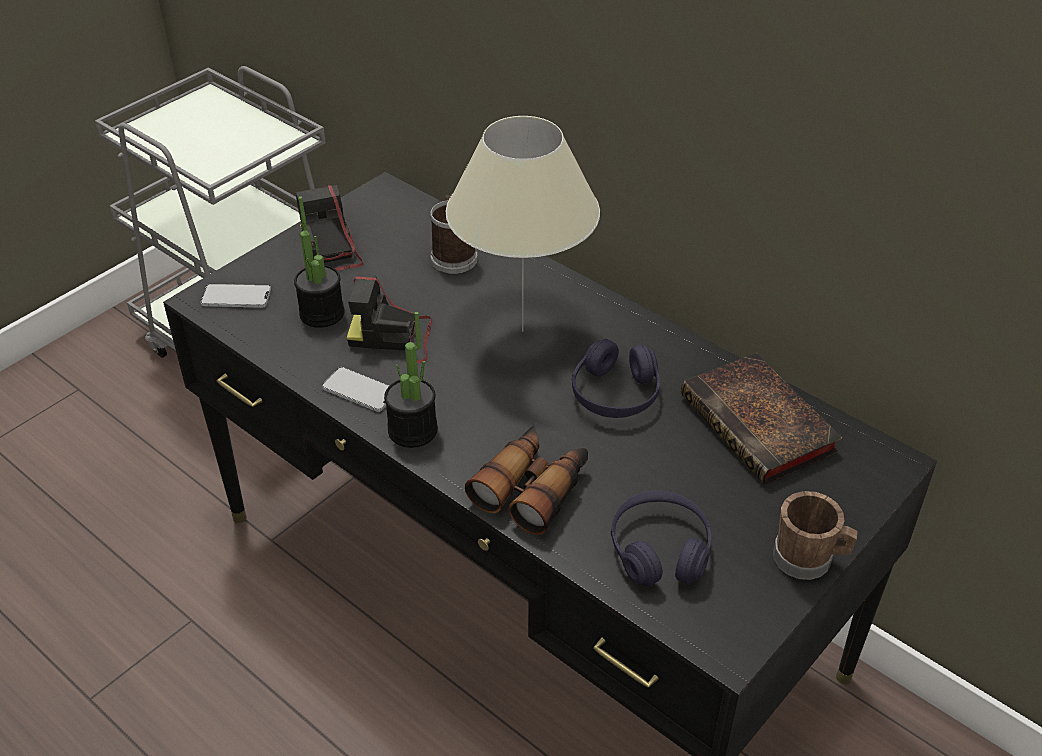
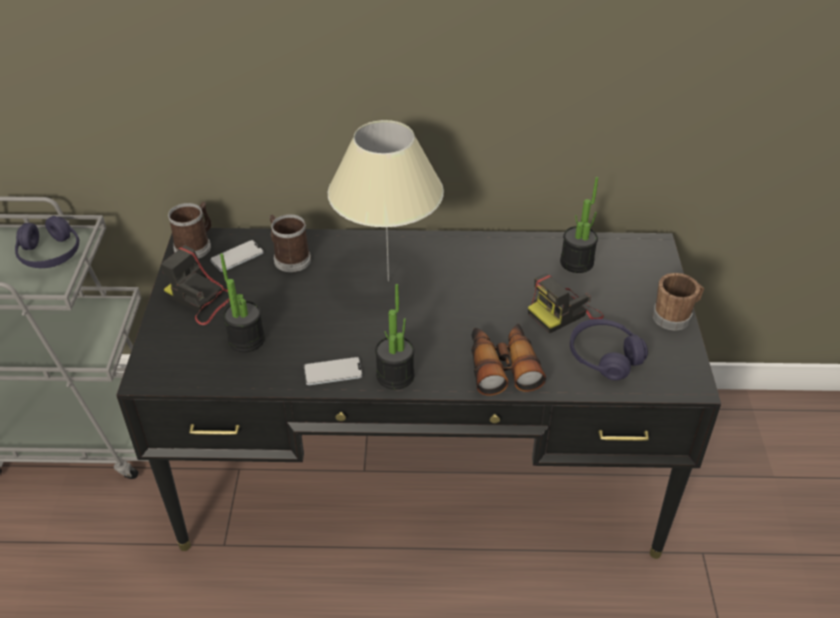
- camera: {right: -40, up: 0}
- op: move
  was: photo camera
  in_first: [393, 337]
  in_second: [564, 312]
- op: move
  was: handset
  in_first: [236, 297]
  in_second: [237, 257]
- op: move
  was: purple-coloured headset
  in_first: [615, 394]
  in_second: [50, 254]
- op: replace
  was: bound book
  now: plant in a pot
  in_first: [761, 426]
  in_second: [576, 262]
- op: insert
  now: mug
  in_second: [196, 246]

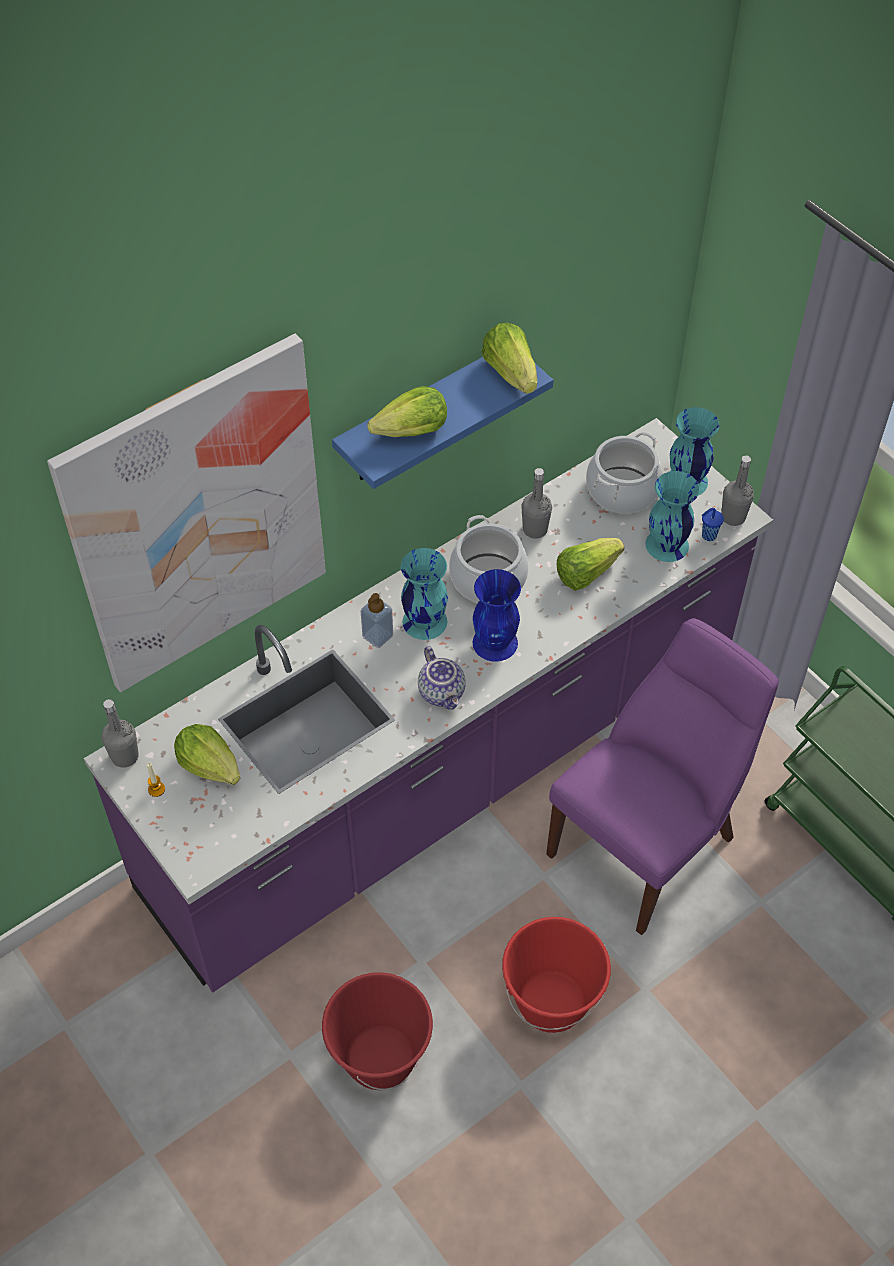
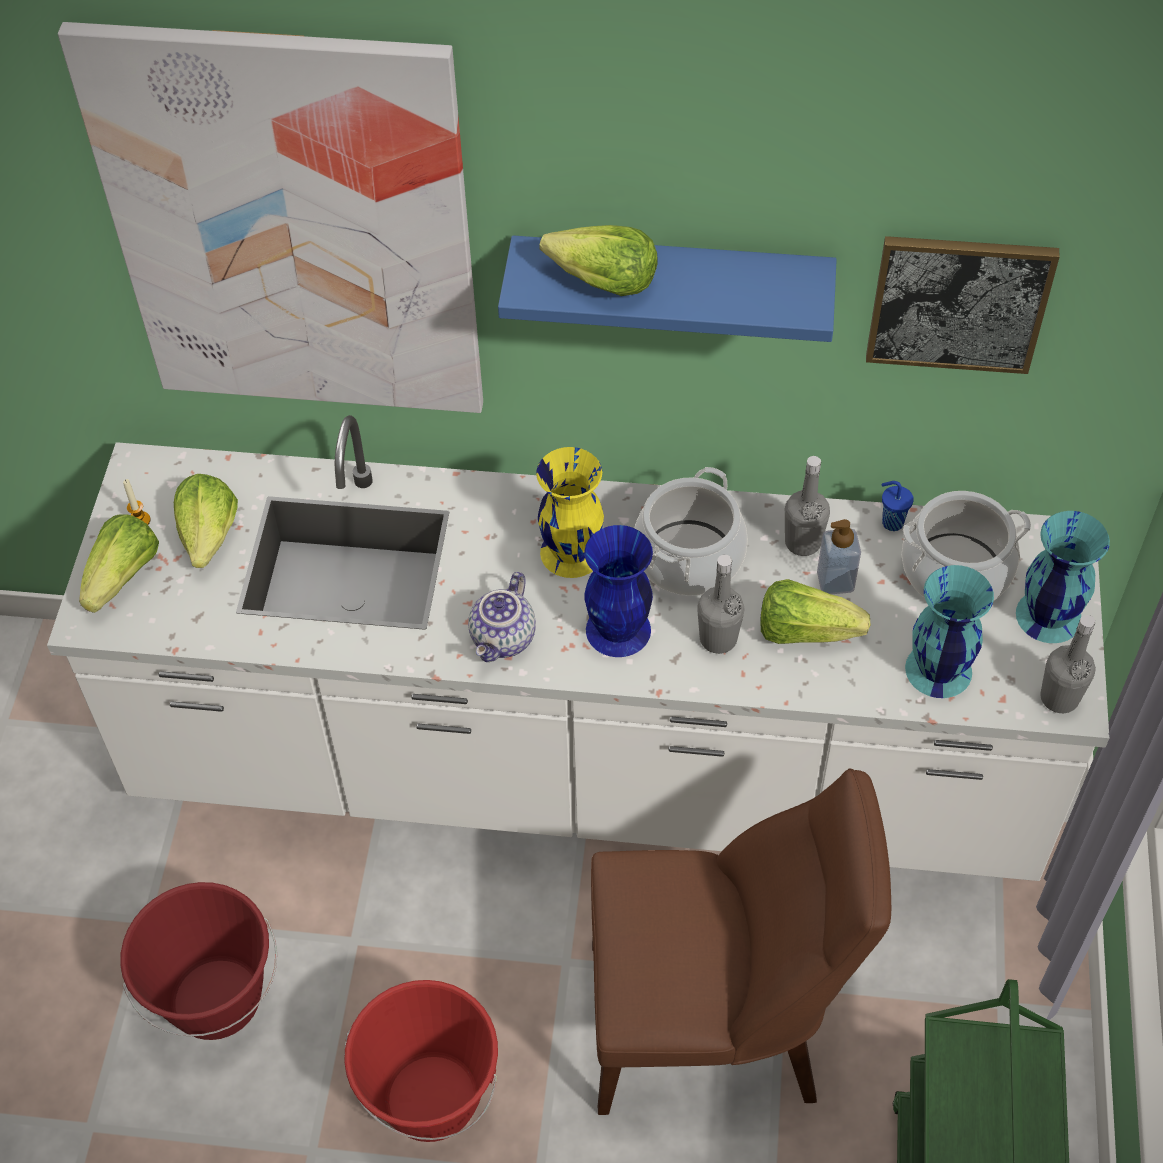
- camera: {right: 45, up: 0}
- op: move
  was: lettuce head
  in_first: [511, 373]
  in_second: [124, 577]
- op: recolor
  was: purple-coloured kitchen counter
  now: white-coloured kitchen counter
  in_first: [447, 770]
  in_second: [586, 771]
- op: move
  was: blue-coloured small cup
  in_first: [708, 536]
  in_second: [891, 522]
- op: recolor
  was: turquoise-coloured flower vase
  now: yellowish flower vase
  in_first: [424, 620]
  in_second: [572, 551]
- op: move
  was: soap dispenser
  in_first: [377, 636]
  in_second: [835, 581]
- op: recolor
  was: purple-coloured plain chair
  now: brown-coloured plain chair
  in_first: [648, 841]
  in_second: [715, 1023]
- op: move
  was: gray bottle
  in_first: [125, 756]
  in_second: [718, 639]
- op: insert
  now: wall picture
  in_second: [958, 302]

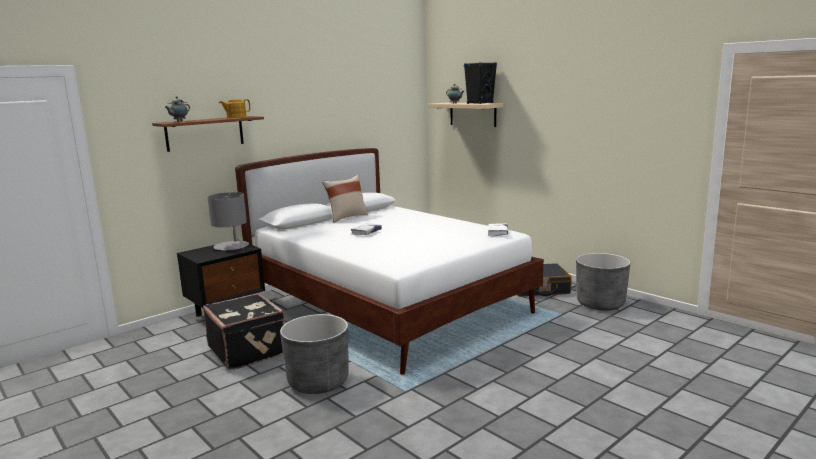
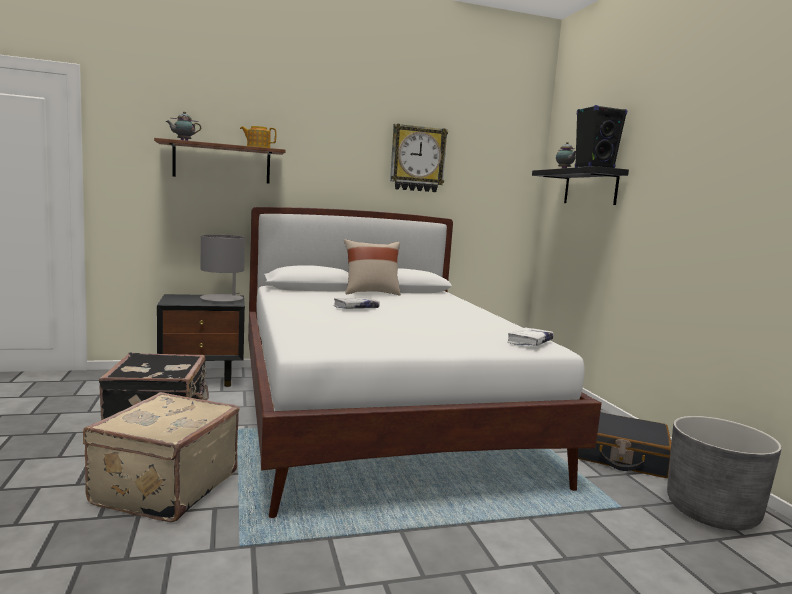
- camera: {right: 25, up: -5}
- op: recolor
  was: sand-coloured shelf
  now: black shelf
  in_first: [472, 114]
  in_second: [590, 187]
- op: replace
  was: gray flower pot
  now: sand-coloured travel case
  in_first: [318, 382]
  in_second: [163, 488]
- op: insert
  now: clock on the wall
  in_second: [417, 159]

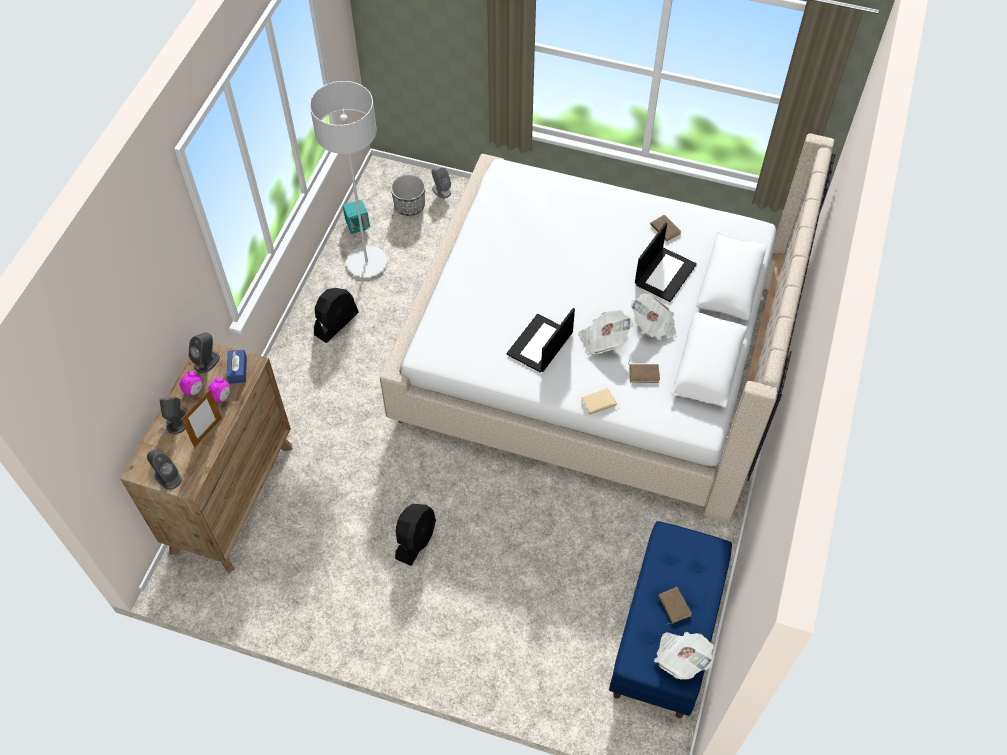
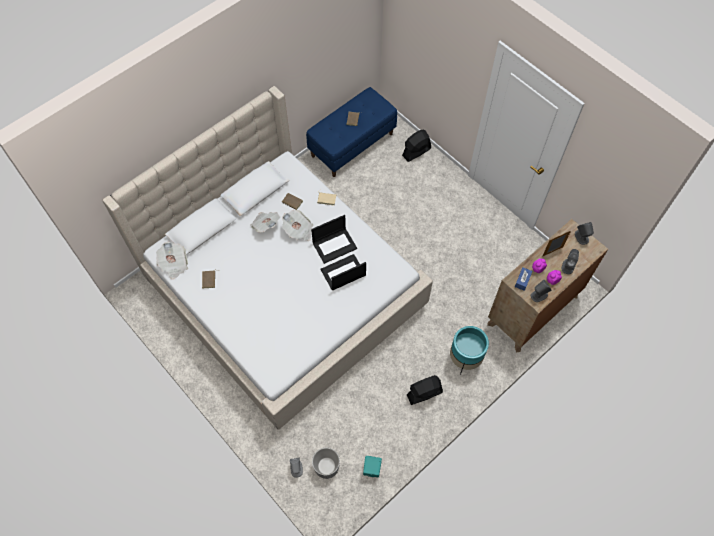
- camera: {right: -150, up: 5}
- op: delete
  was: gray standing lamp
  in_first: [366, 263]
- op: move
  was: notebook computer
  in_first: [665, 273]
  in_second: [343, 273]
- op: move
  was: black cooling fan
  in_first: [416, 539]
  in_second: [416, 152]
- op: move
  was: printed paper
  in_first: [681, 658]
  in_second: [174, 264]
- op: insert
  now: turquoise-coloured flower pot
  in_second: [465, 359]

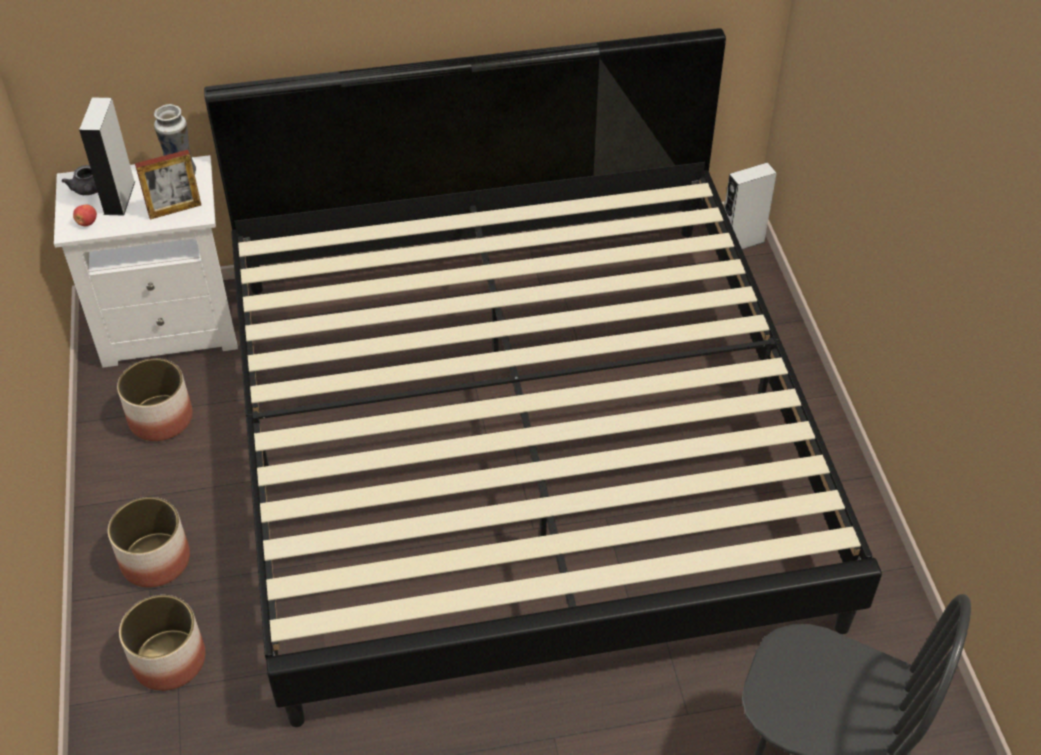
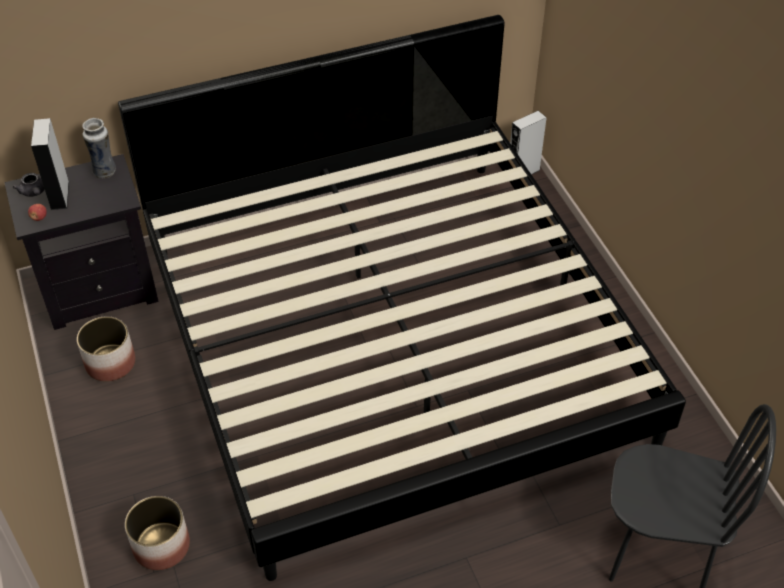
- camera: {right: -10, up: 0}
- op: delete
  was: picture frame
  in_first: [175, 210]
- op: recolor
  was: white-coloured bedside table
  now: black bedside table
  in_first: [170, 325]
  in_second: [101, 290]
- op: delete
  was: flower pot
  in_first: [155, 559]

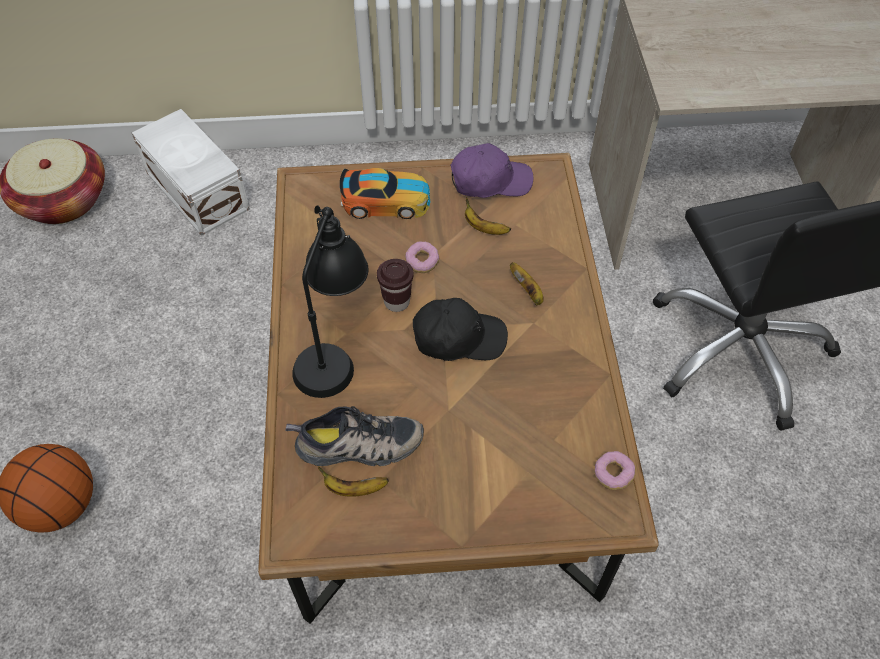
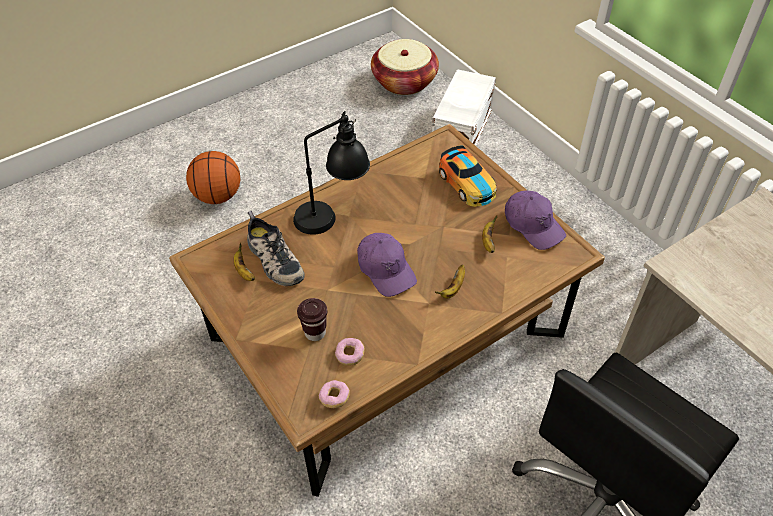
- camera: {right: 60, up: -5}
- op: move
  was: doughnut
  in_first: [422, 262]
  in_second: [350, 355]
- op: move
  was: brown-coloured small cup
  in_first: [397, 302]
  in_second: [315, 333]
- op: recolor
  was: black baseball cap
  now: purple-coloured baseball cap
  in_first: [458, 338]
  in_second: [386, 269]

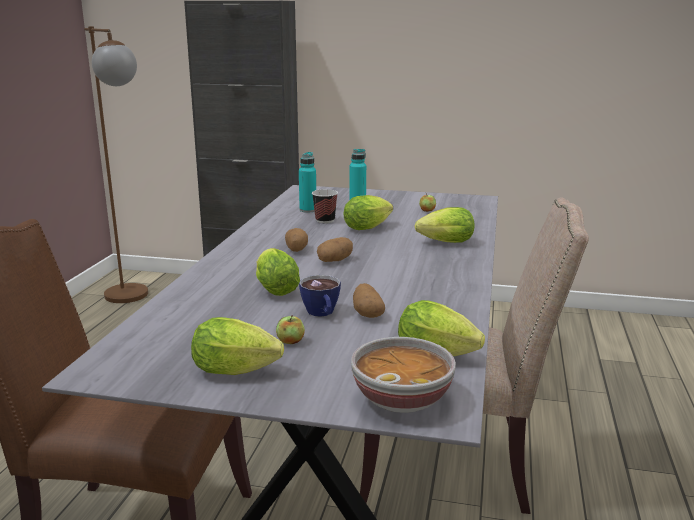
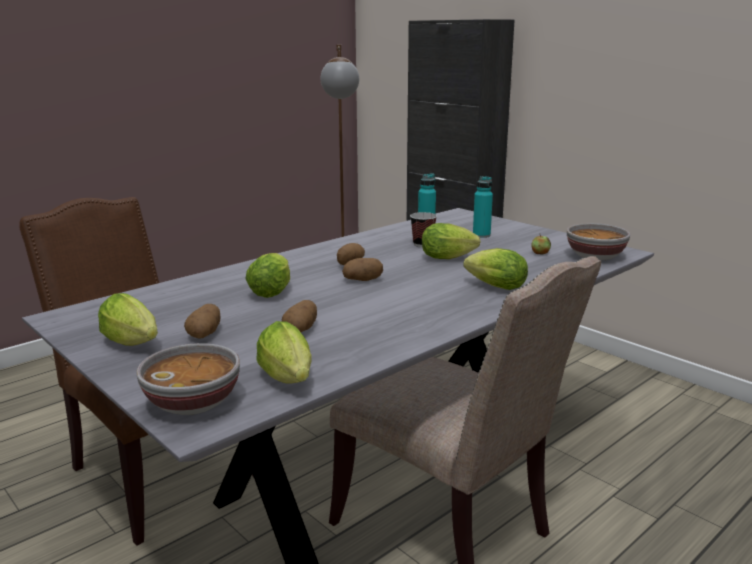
- camera: {right: 35, up: 0}
- op: delete
  was: small cup
  in_first: [322, 314]
- op: replace
  was: apple
  now: potato
  in_first: [290, 341]
  in_second: [205, 334]
- op: insert
  now: bowl
  in_second: [595, 256]

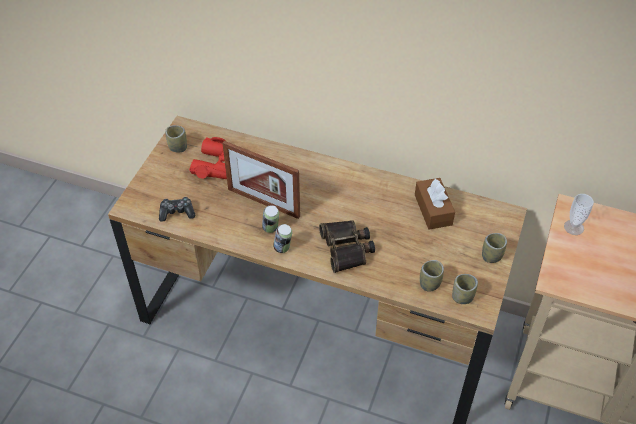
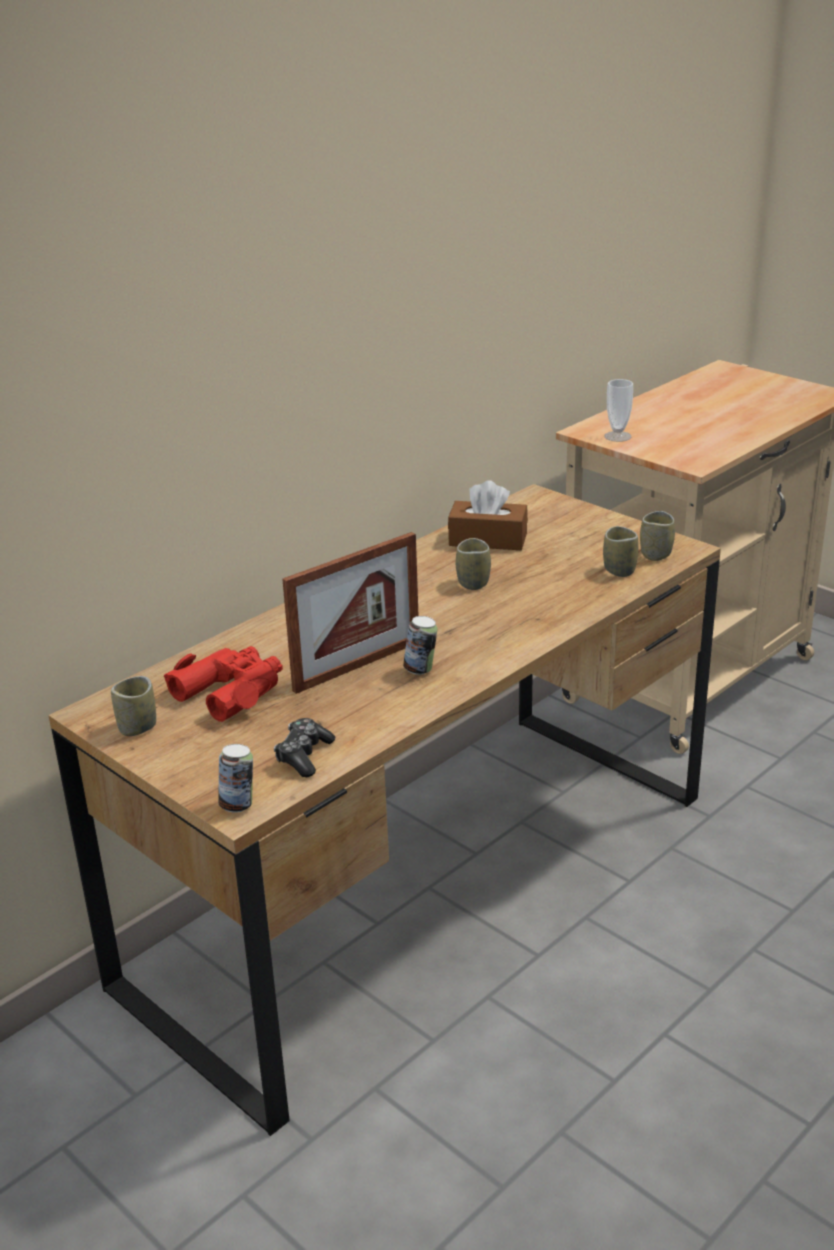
- camera: {right: -65, up: -20}
- op: delete
  was: field glasses
  in_first: [347, 248]
- op: move
  was: can
  in_first: [283, 248]
  in_second: [238, 805]
- op: move
  was: small cup
  in_first: [491, 256]
  in_second: [473, 583]

